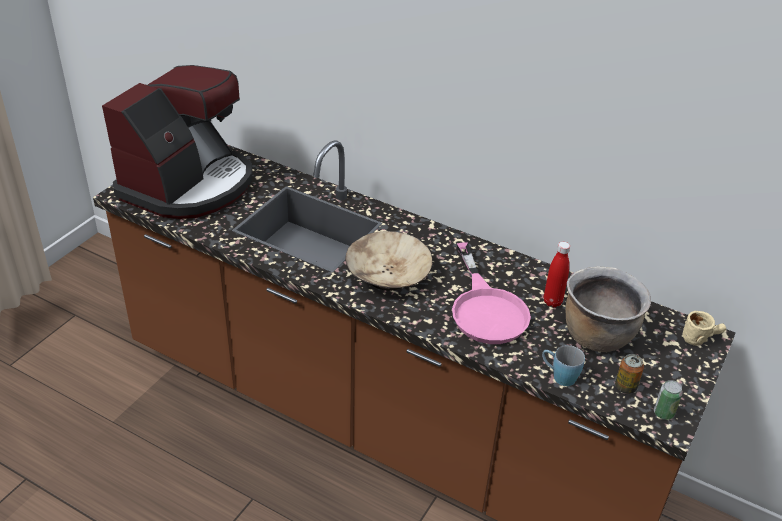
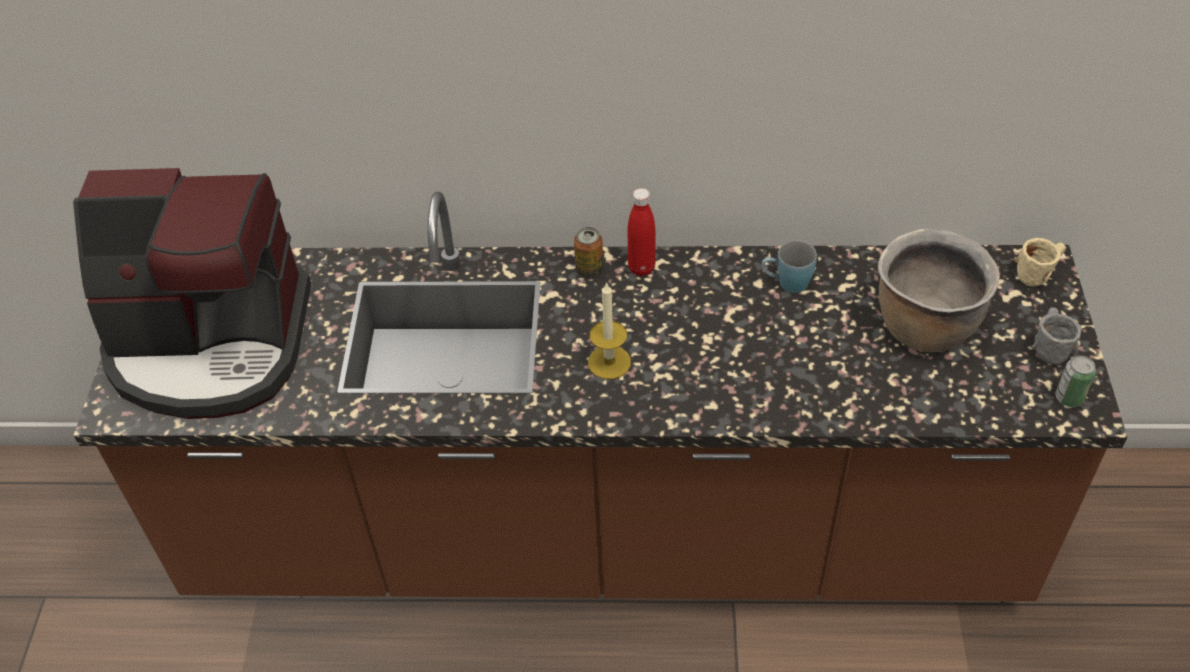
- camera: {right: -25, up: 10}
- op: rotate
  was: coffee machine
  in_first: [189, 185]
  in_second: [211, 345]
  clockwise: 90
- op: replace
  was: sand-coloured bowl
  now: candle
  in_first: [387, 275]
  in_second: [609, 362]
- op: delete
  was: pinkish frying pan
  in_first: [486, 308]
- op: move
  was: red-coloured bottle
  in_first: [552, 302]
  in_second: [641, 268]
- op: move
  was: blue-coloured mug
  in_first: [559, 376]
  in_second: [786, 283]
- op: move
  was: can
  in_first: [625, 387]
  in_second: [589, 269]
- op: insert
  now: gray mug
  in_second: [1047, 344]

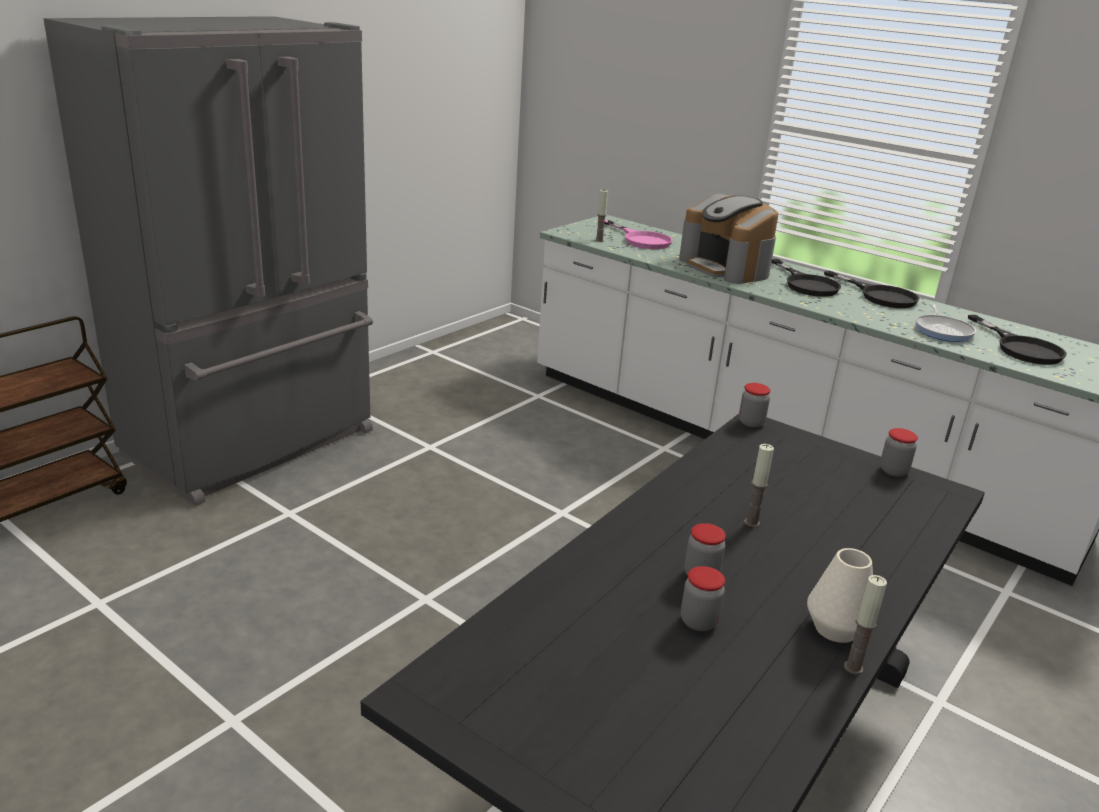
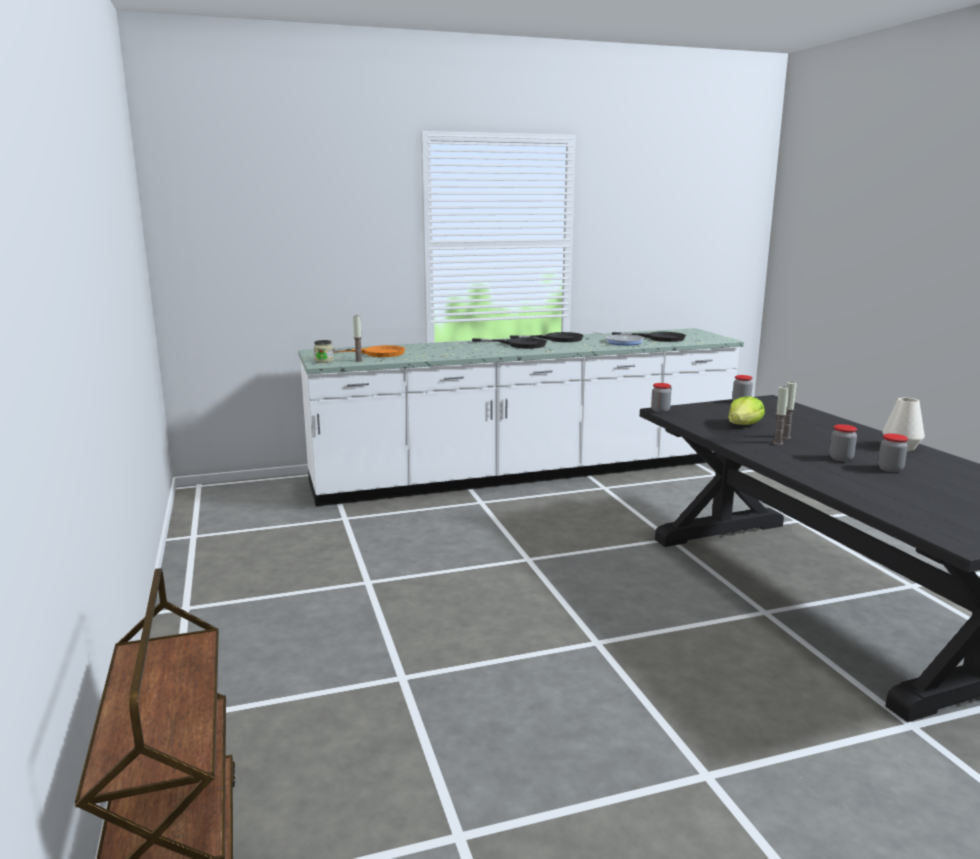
- camera: {right: -55, up: -10}
- op: delete
  was: gray refrigerator
  in_first: [255, 444]
- op: delete
  was: coffee machine
  in_first: [726, 268]
- op: recolor
  was: pinkish frying pan
  now: orange-coloured frying pan
  in_first: [641, 240]
  in_second: [376, 353]
- op: move
  was: candle
  in_first: [853, 667]
  in_second: [777, 443]
- op: insert
  now: storage jar
  in_second: [324, 361]
- op: insert
  now: lettuce head
  in_second: [743, 425]

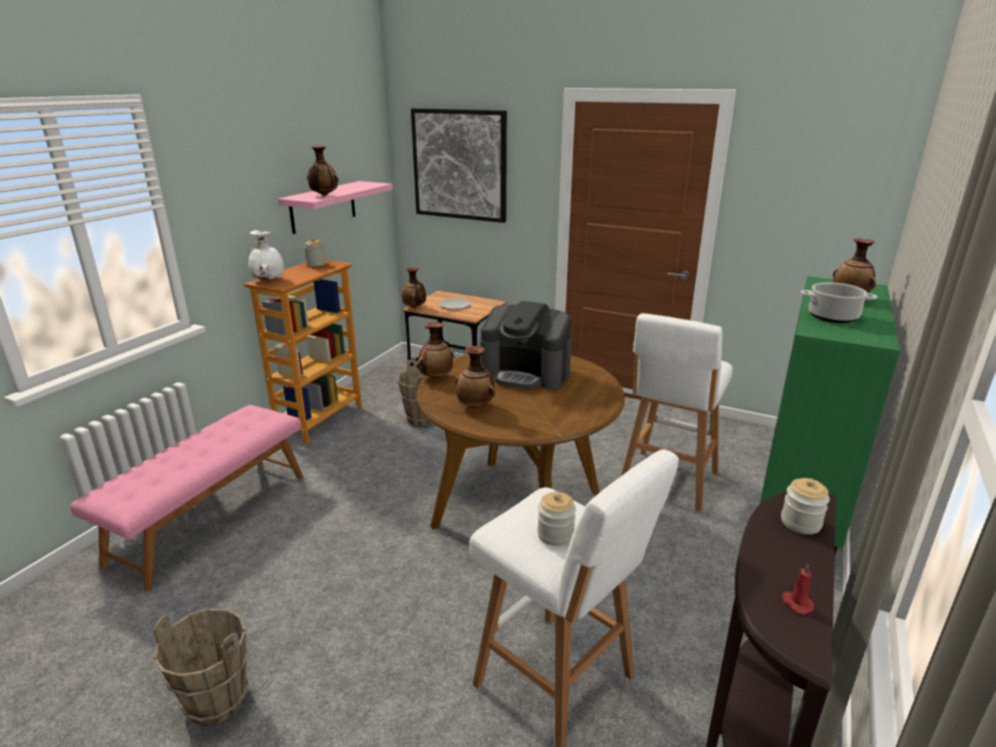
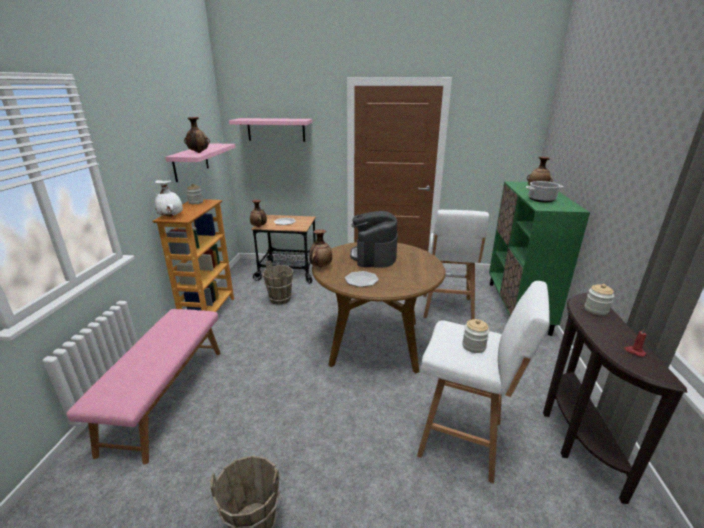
- camera: {right: -20, up: 0}
- op: replace
  was: wall picture
  now: pinkish shelf
  in_first: [459, 165]
  in_second: [276, 129]
- op: rotate
  was: coffee machine
  in_first: [526, 373]
  in_second: [374, 256]
  clockwise: 90
- op: replace
  was: flower vase
  now: dinner plate
  in_first: [475, 406]
  in_second: [361, 280]

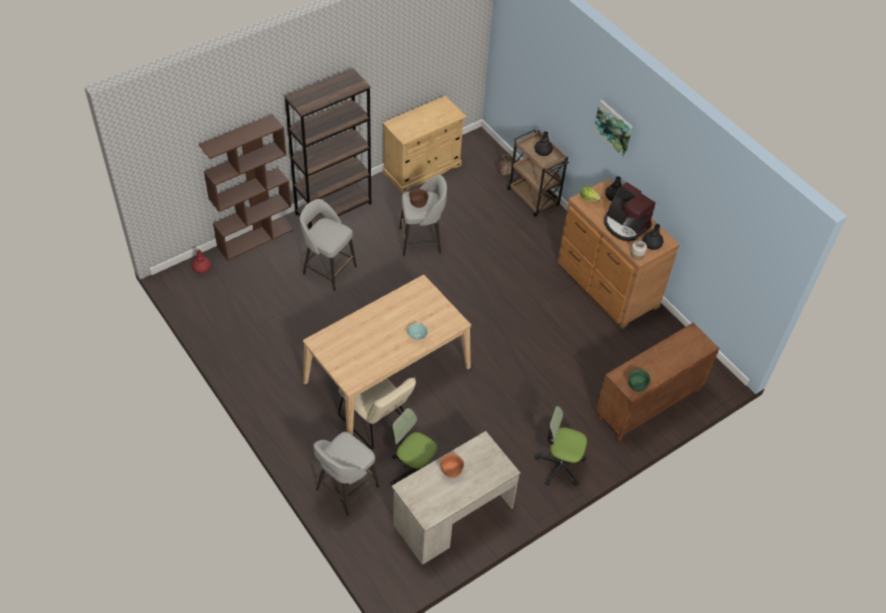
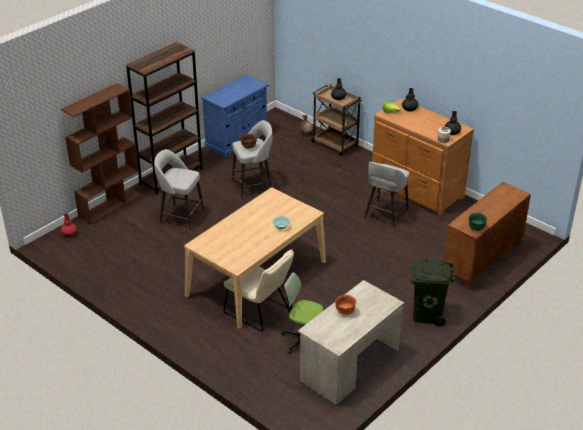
- camera: {right: -10, up: -15}
- op: recolor
  was: sand-coloured cupboard
  now: blue-coloured cupboard
  in_first: [422, 169]
  in_second: [237, 140]
- op: delete
  was: wall picture
  in_first: [614, 127]
- op: delete
  was: coffee machine
  in_first: [625, 225]
- op: replace
  was: desk chair
  now: green trash can
  in_first: [560, 465]
  in_second: [427, 314]
- op: move
  was: gray stool seat
  in_first: [345, 489]
  in_second: [385, 214]

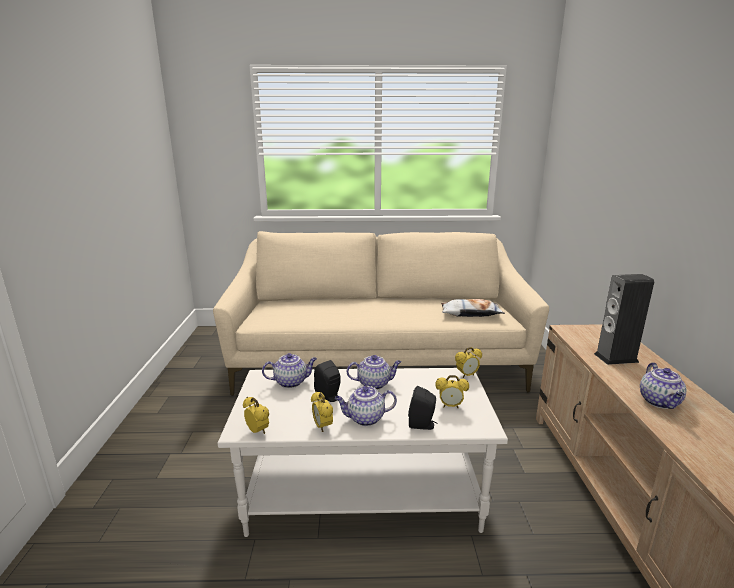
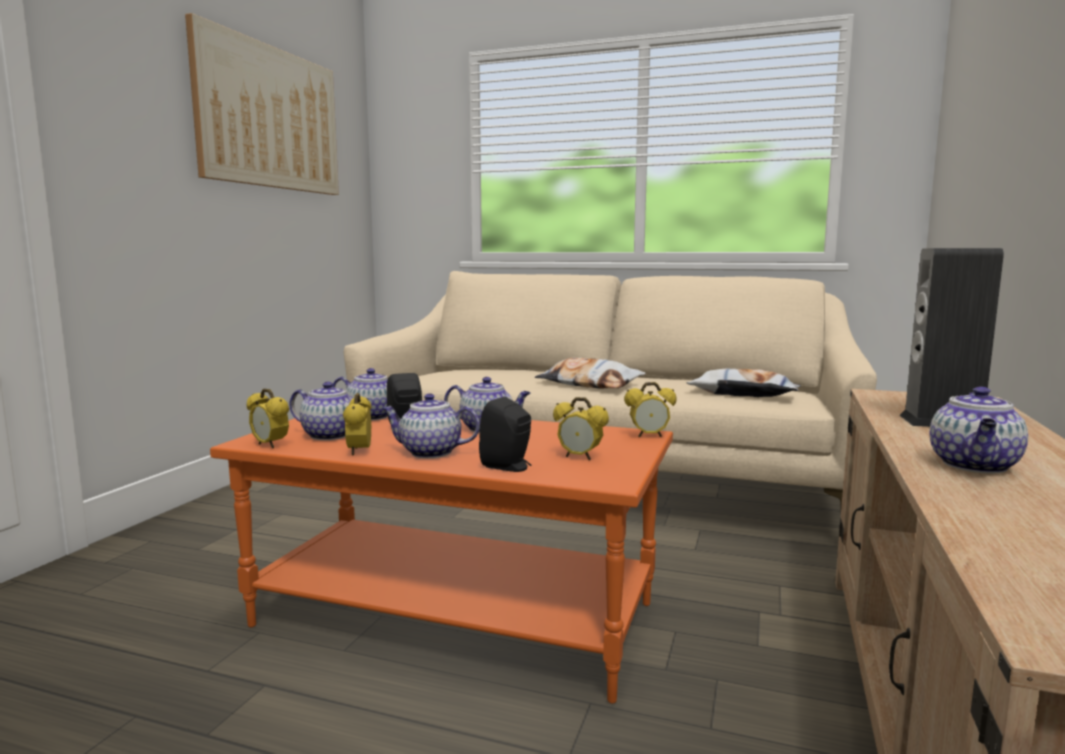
- camera: {right: 20, up: -10}
- op: recolor
  was: white-coloured low table
  now: orange-coloured low table
  in_first: [364, 491]
  in_second: [457, 613]
- op: rotate
  was: table clock
  in_first: [258, 431]
  in_second: [270, 445]
  clockwise: 150
- op: insert
  now: wall picture
  in_second: [270, 118]
- op: insert
  now: pillow
  in_second: [589, 384]
- op: insert
  now: tea pot
  in_second: [331, 435]

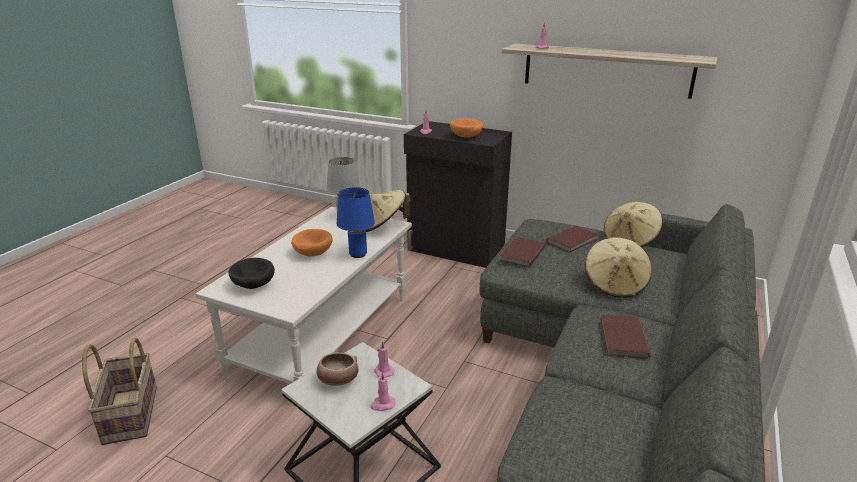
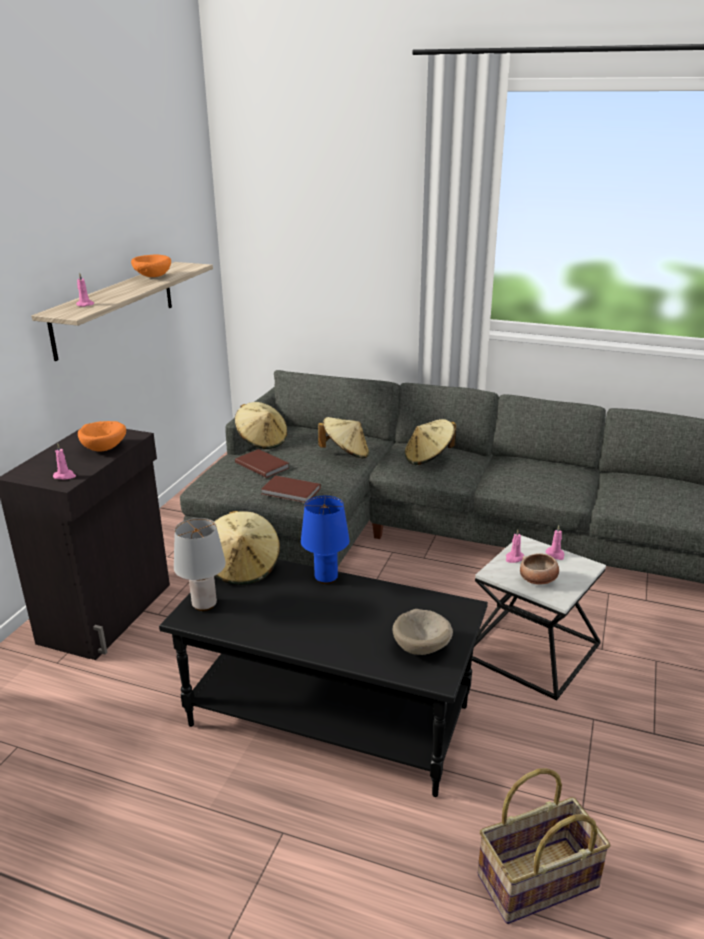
- camera: {right: -95, up: 0}
- op: recolor
  was: white-coloured low table
  now: black low table
  in_first: [323, 335]
  in_second: [331, 714]
- op: move
  was: orange-coloured bowl
  in_first: [312, 253]
  in_second: [152, 277]
- op: recolor
  was: black bowl
  now: sand-coloured bowl
  in_first: [253, 286]
  in_second: [423, 647]
- op: replace
  was: brown-coloured bound book
  now: sand-coloured hat
  in_first: [622, 339]
  in_second: [429, 458]

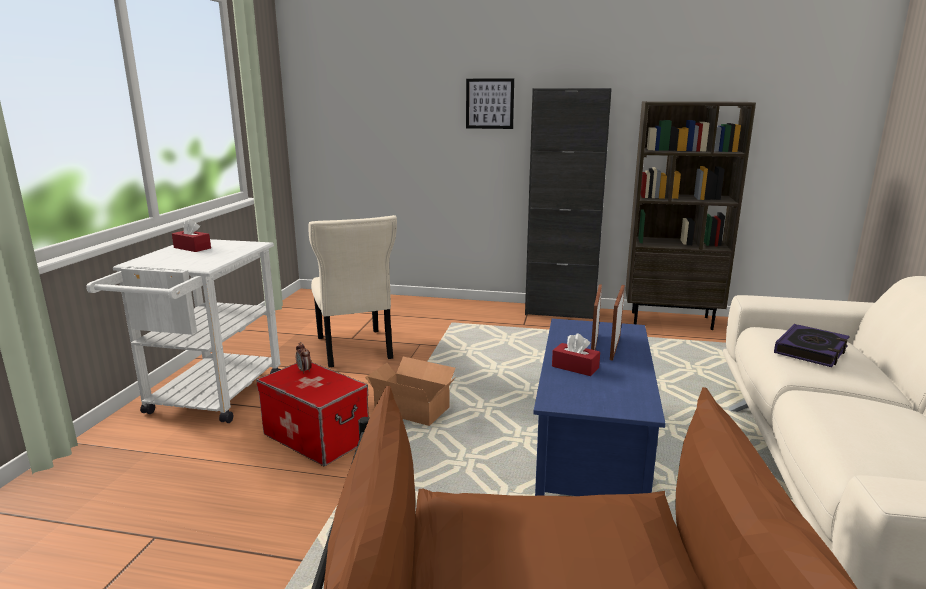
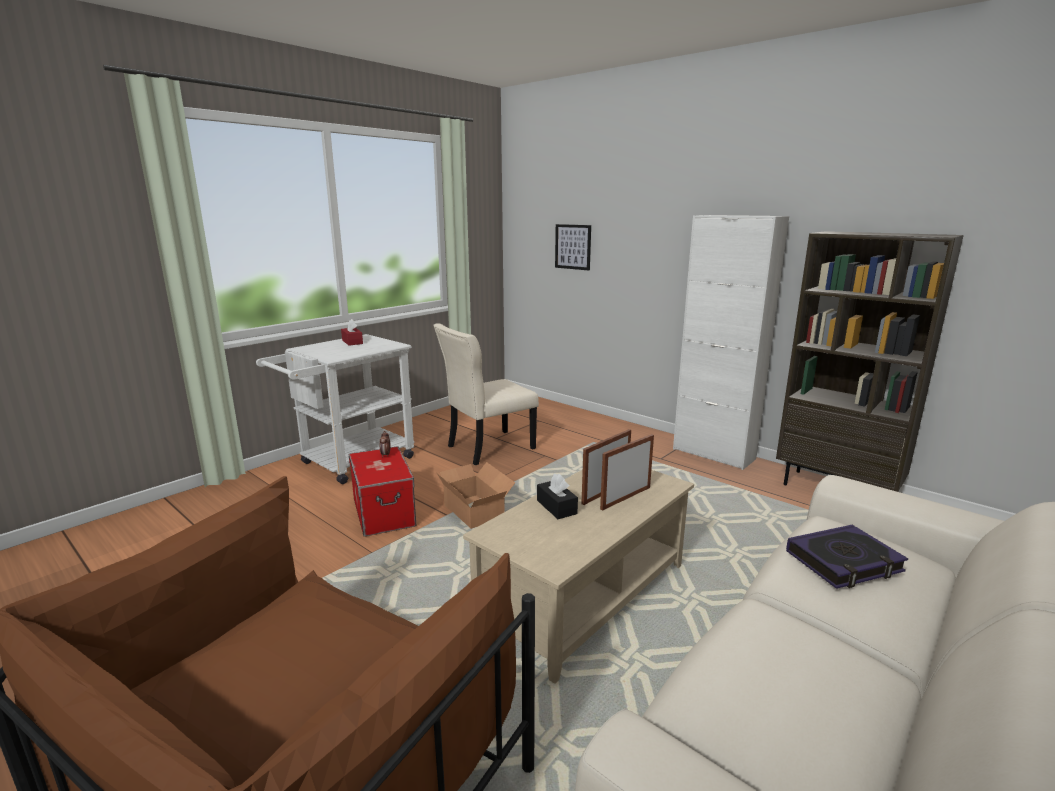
- camera: {right: 30, up: 0}
- op: move
  was: wall picture
  in_first: [489, 103]
  in_second: [573, 247]
- op: recolor
  was: black cupboard
  now: white-coloured cupboard
  in_first: [560, 312]
  in_second: [713, 454]
- op: rotate
  was: sand-coloured plain chair
  in_first: [354, 350]
  in_second: [487, 448]
  clockwise: 45
- op: recolor
  was: blue-coloured low table
  now: sand-coloured low table
  in_first: [593, 449]
  in_second: [586, 597]
- op: recolor
  was: red-coloured tissue box
  now: black tissue box
  in_first: [575, 367]
  in_second: [556, 507]

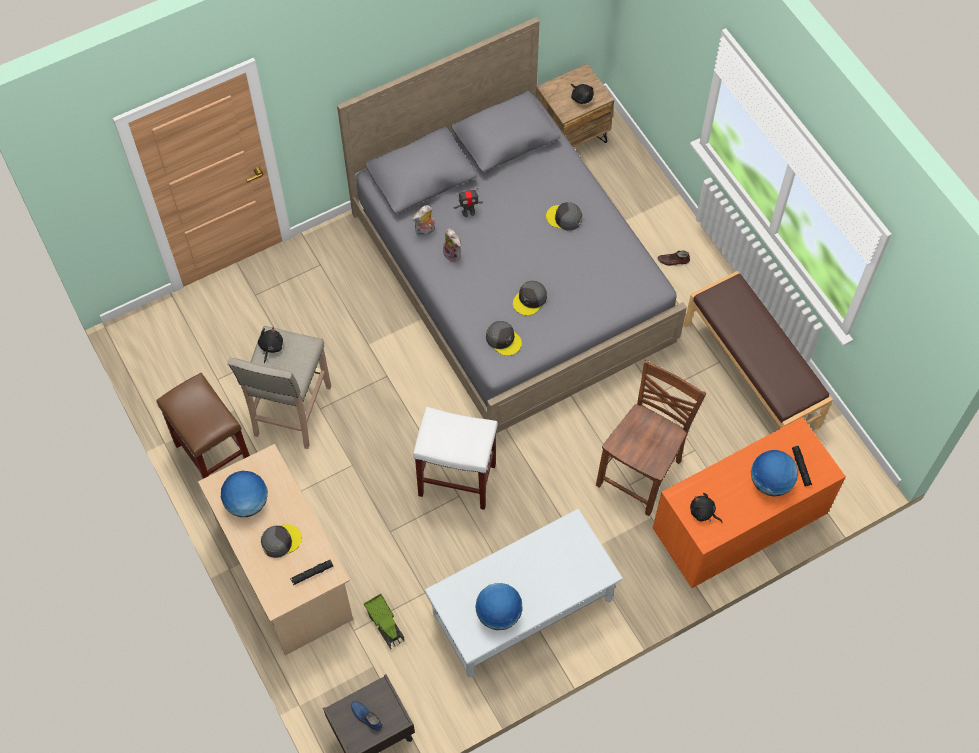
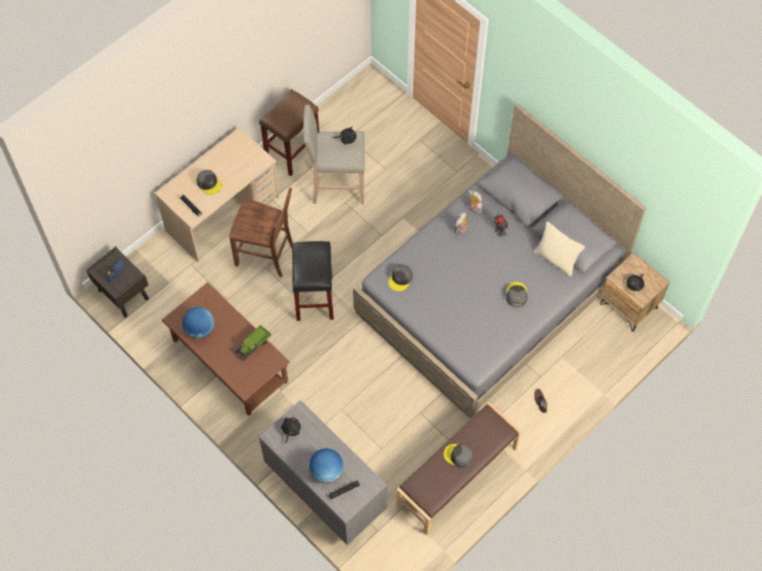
- camera: {right: 75, up: 0}
- op: move
  was: gray baseball cap
  in_first: [530, 300]
  in_second: [458, 456]
- op: move
  was: brown-coloured plain chair
  in_first: [641, 473]
  in_second: [266, 255]
- op: recolor
  was: white-coloured stool seat
  now: black stool seat
  in_first: [456, 480]
  in_second: [314, 298]
- op: recolor
  was: orange-coloured chest of drawers
  now: gray chest of drawers
  in_first: [736, 529]
  in_second: [325, 489]
- op: delete
  was: world globe
  in_first: [247, 503]
- op: recolor
  was: gray low table
  now: brown-coloured low table
  in_first: [523, 608]
  in_second: [230, 361]
- op: move
  was: toy lorry
  in_first: [385, 623]
  in_second: [253, 346]
- op: insert
  now: sand-coloured pillow
  in_second: [556, 259]

